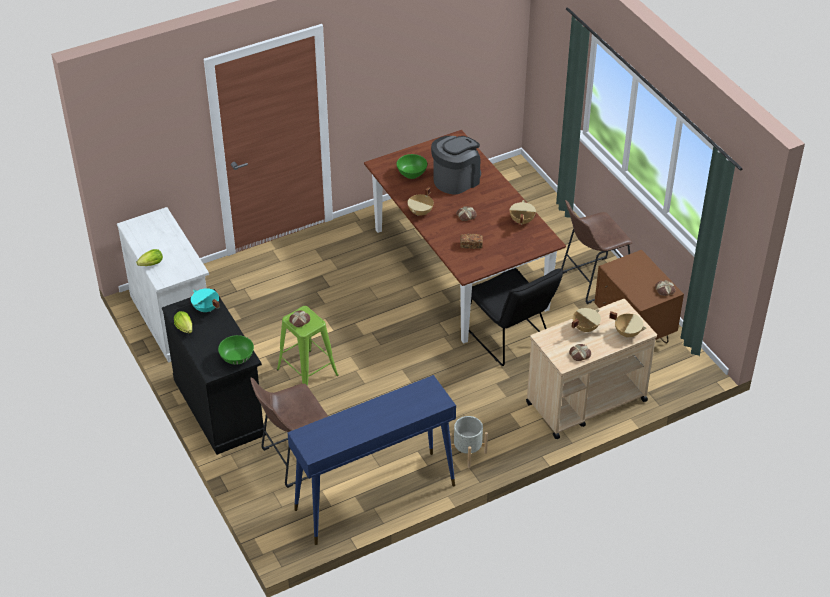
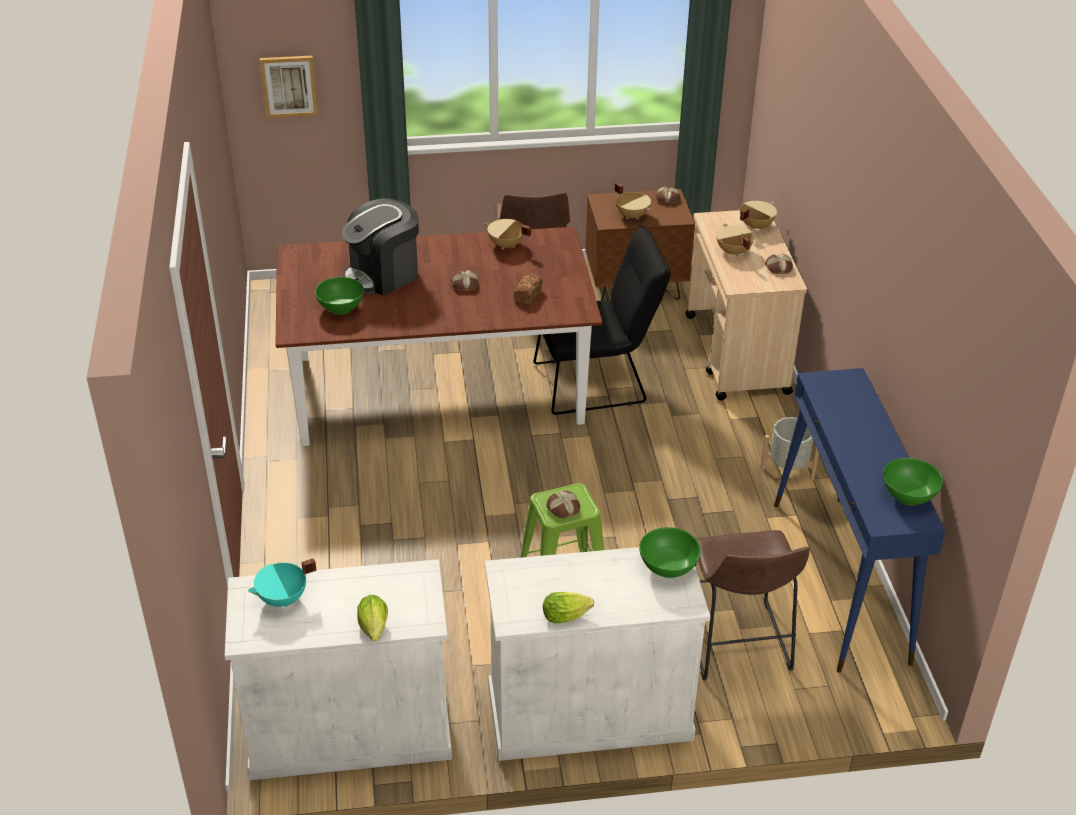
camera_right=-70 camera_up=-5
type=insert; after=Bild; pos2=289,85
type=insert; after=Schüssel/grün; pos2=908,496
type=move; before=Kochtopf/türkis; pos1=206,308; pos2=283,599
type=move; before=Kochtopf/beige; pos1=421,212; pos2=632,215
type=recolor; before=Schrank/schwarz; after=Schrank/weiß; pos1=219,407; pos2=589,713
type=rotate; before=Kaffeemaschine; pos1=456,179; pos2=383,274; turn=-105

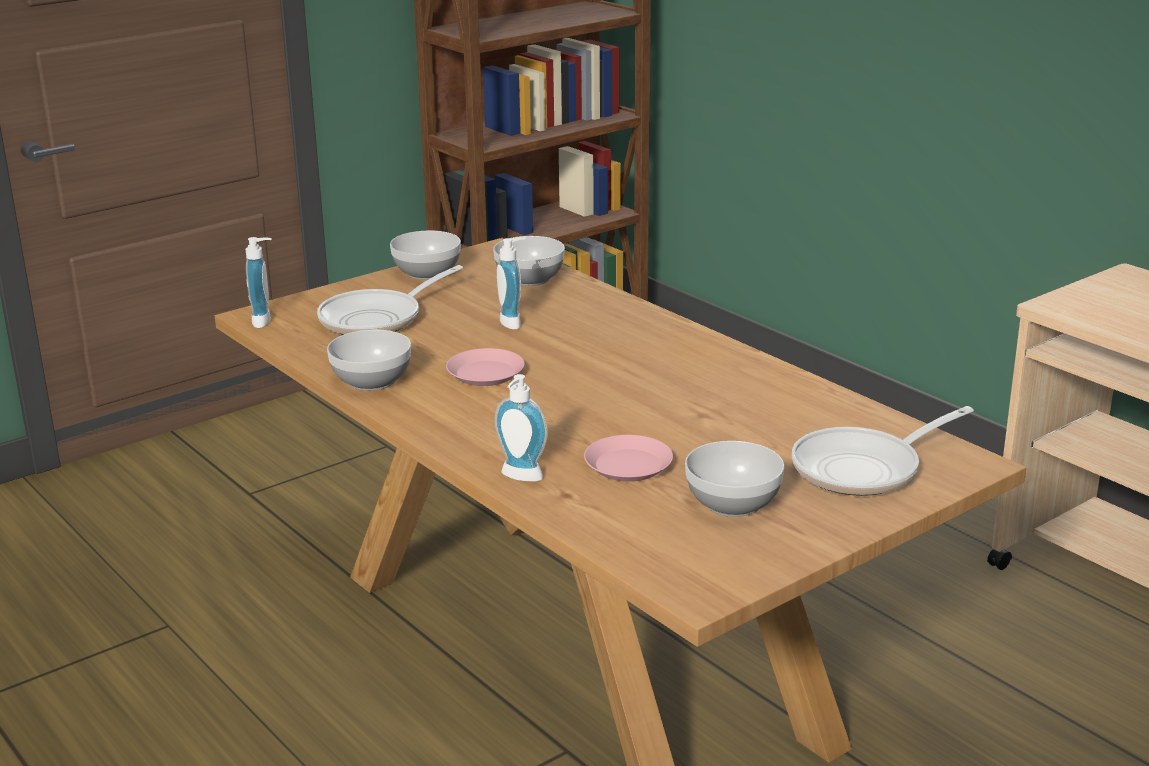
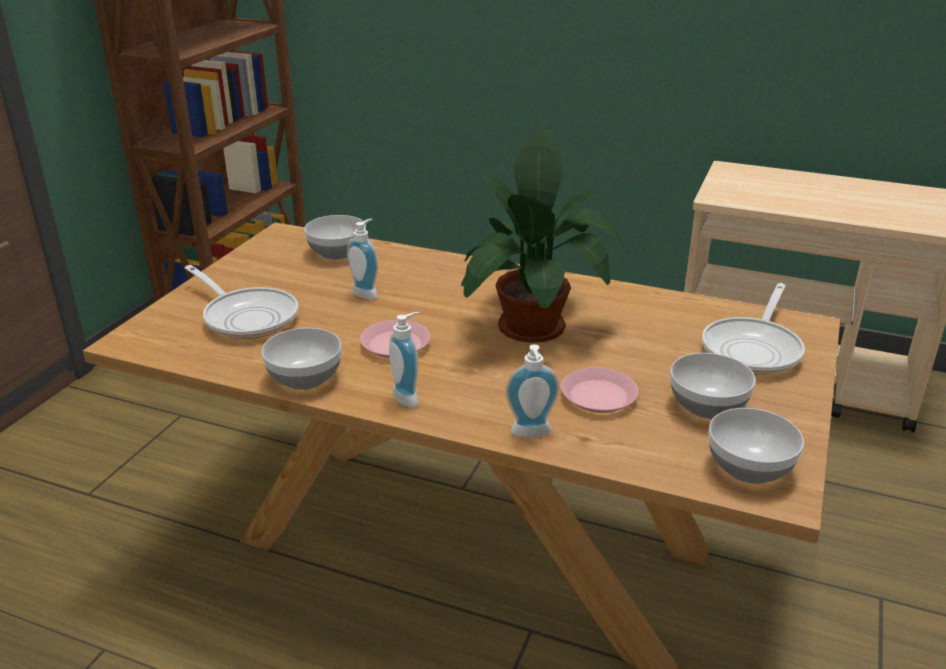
camera_right=-30 camera_up=5
type=insert; after=Topfpflanze; pos2=535,323
type=move; before=Seifenspender; pos1=265,321; pos2=409,397
type=move; before=Schüssel; pos1=426,272; pos2=748,467
type=rotate; before=Pfanne; pos1=378,319; pos2=247,317; turn=-60

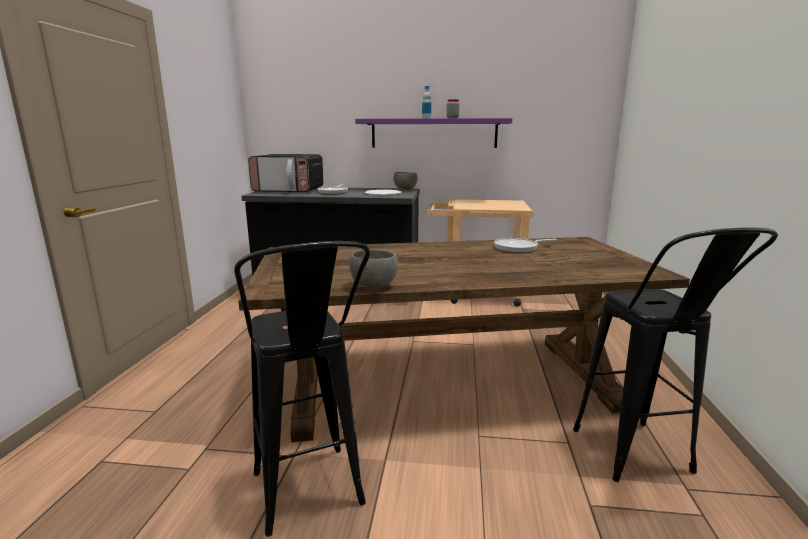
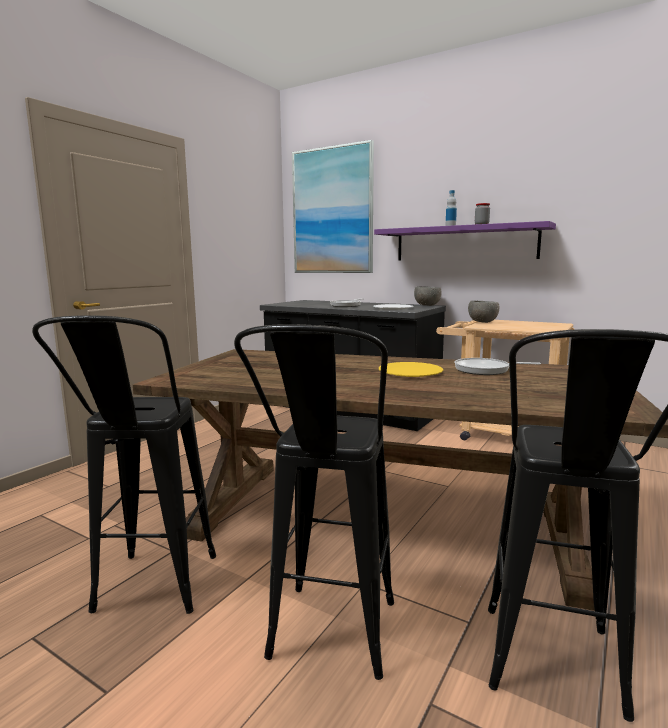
camera_right=25 camera_up=-5
type=delete; before=Mikrowelle; pos1=289,190
type=insert; after=Hocker/schwarz; pos2=328,646
type=insert; after=Bild; pos2=332,211
type=insert; after=Teller/gelb; pos2=410,371
type=move; before=Schüssel/grau; pos1=374,286; pos2=483,322

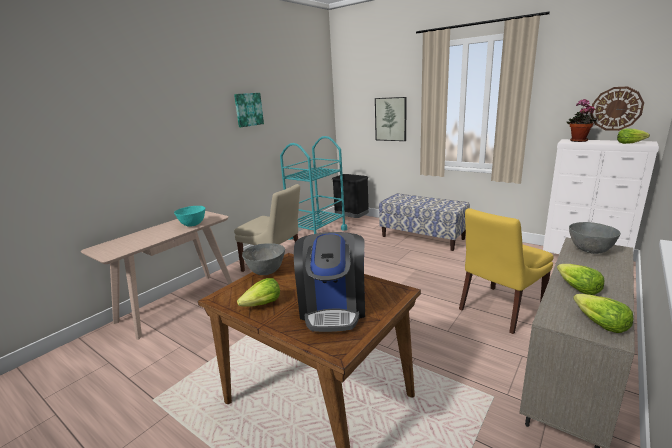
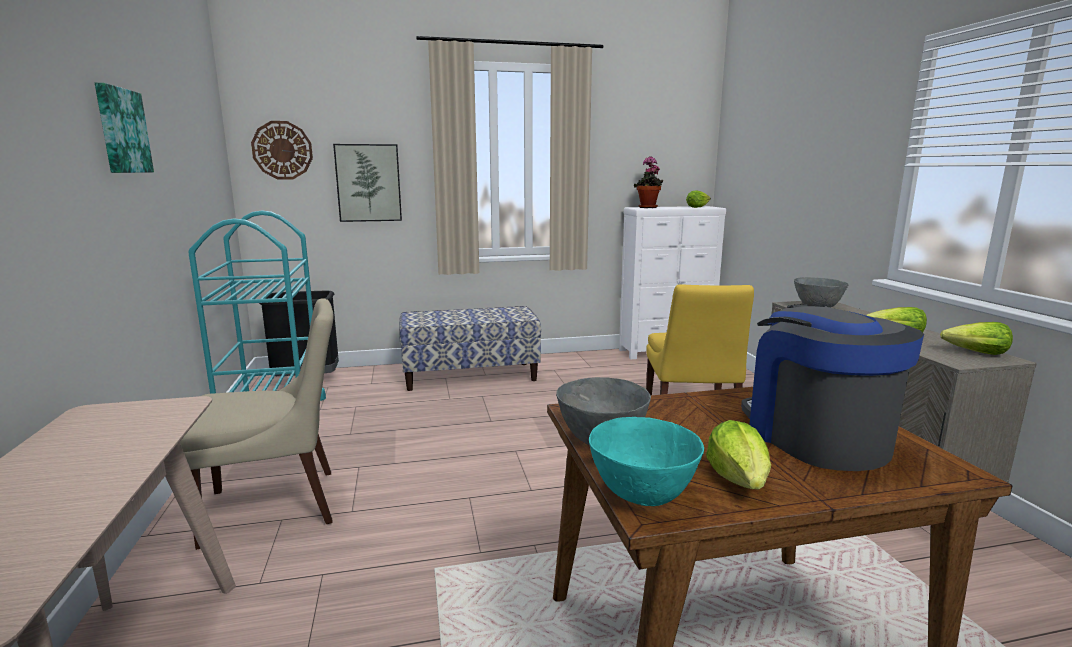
camera_right=-50 camera_up=-5
type=move; before=Schüssel/türkis; pos1=193,225; pos2=644,495
type=move; before=Wanduhr; pos1=616,108; pos2=282,150
type=rotate; before=Kaffeemaschine; pos1=333,308; pos2=815,436; turn=-150

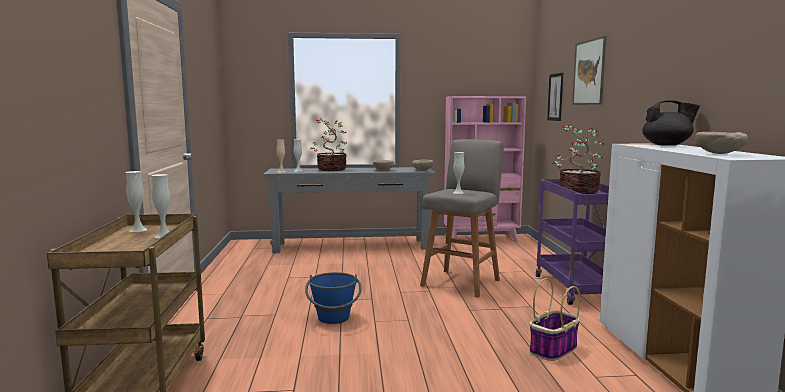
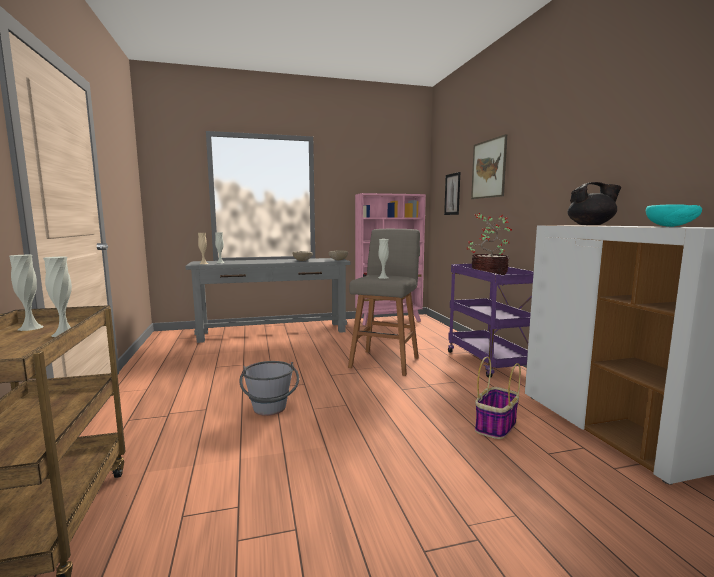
camera_right=-10 camera_up=0
type=delete; before=Topfpflanze; pos1=330,169
type=recolor; before=Eimer/blau; after=Eimer/grau; pos1=334,320; pos2=270,411
type=recolor; before=Schüssel/beige; after=Schüssel/türkis; pos1=720,154; pos2=671,226

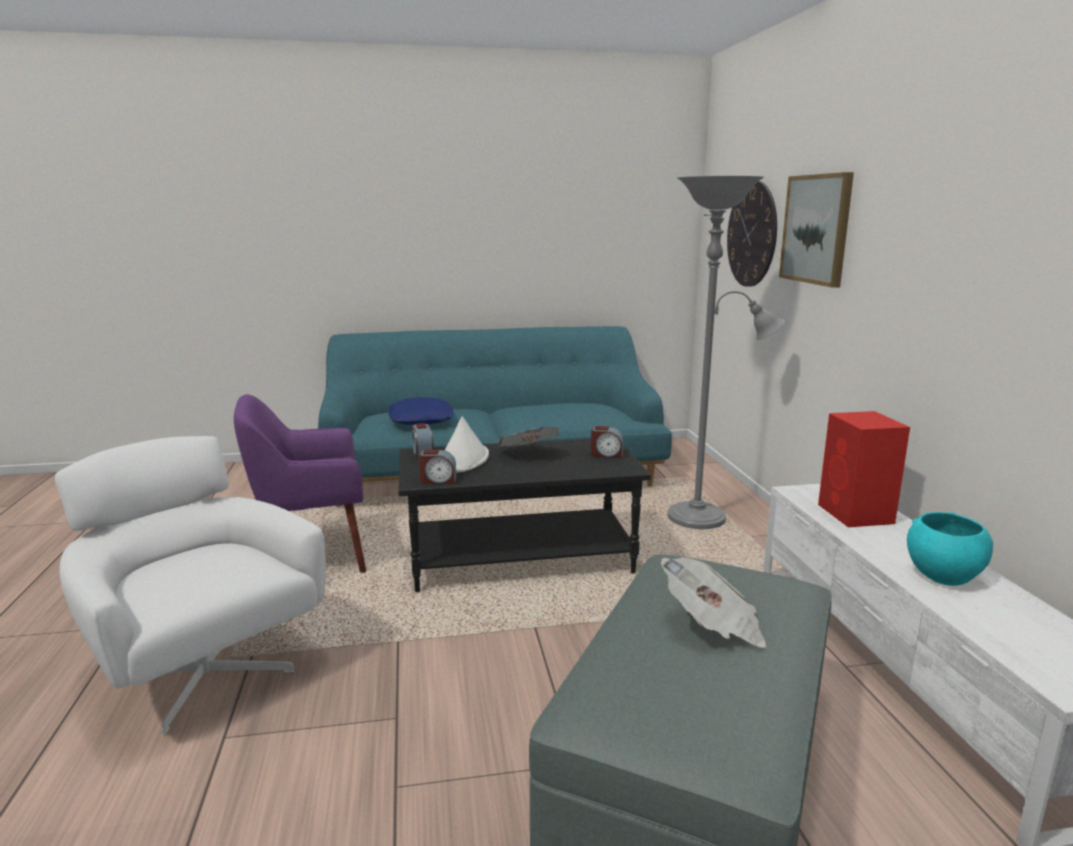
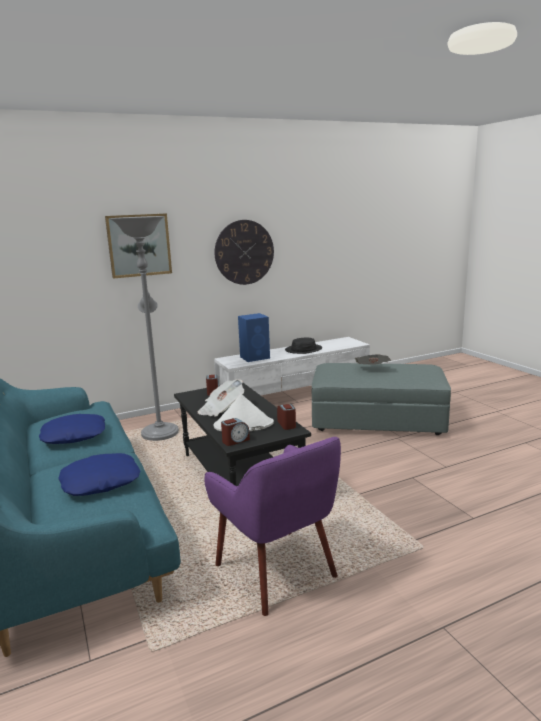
camera_right=-105 camera_up=0
type=delete; before=Sessel/weiß; pos1=202,671
type=insert; after=Kissen/blau; pos2=74,435
type=move; before=Wanduhr; pos1=752,234; pos2=244,252
type=replace; before=Schüssel/türkis; after=Hut/schwarz; pos1=942,576; pos2=303,350
type=recolor; before=Lautsprecher/rot; after=Lautsprecher/blau; pos1=856,514; pos2=255,357

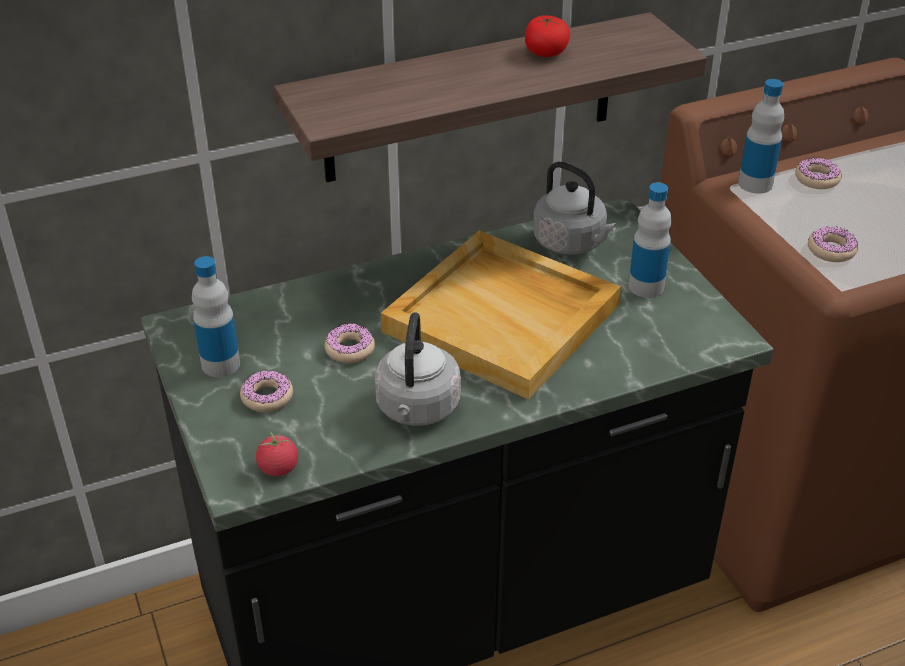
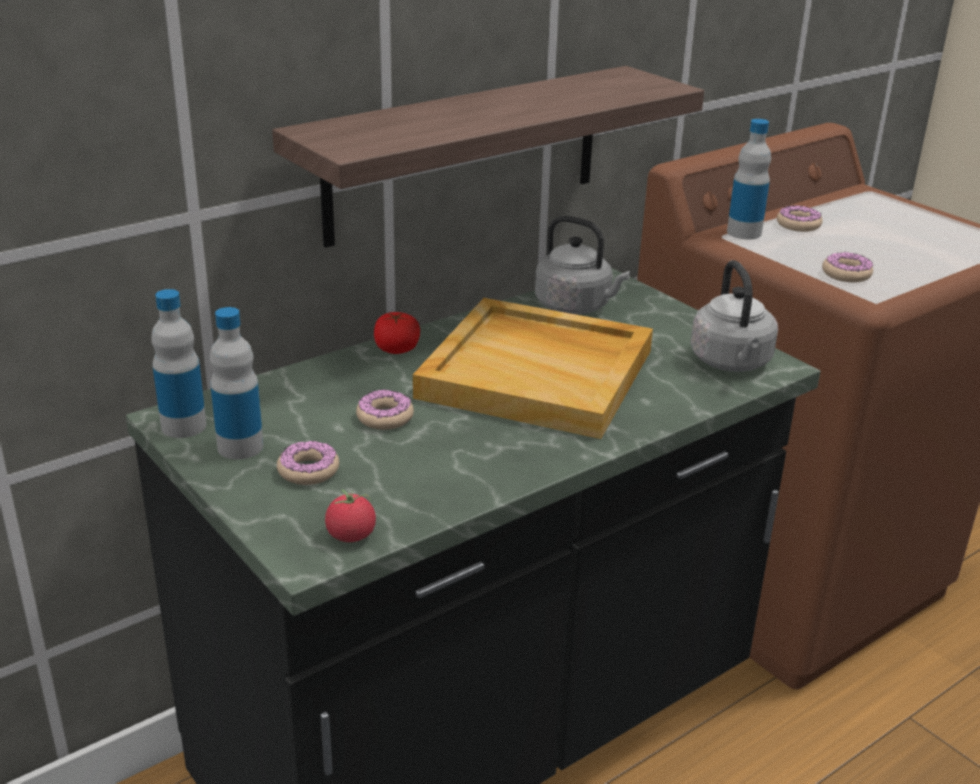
camera_right=-15 camera_up=-10
type=move; before=Wasserkessel/grau; pos1=417,409; pos2=732,363
type=move; before=Tomate; pos1=546,52; pos2=397,349
type=move; before=Flasche; pos1=646,286; pos2=183,426

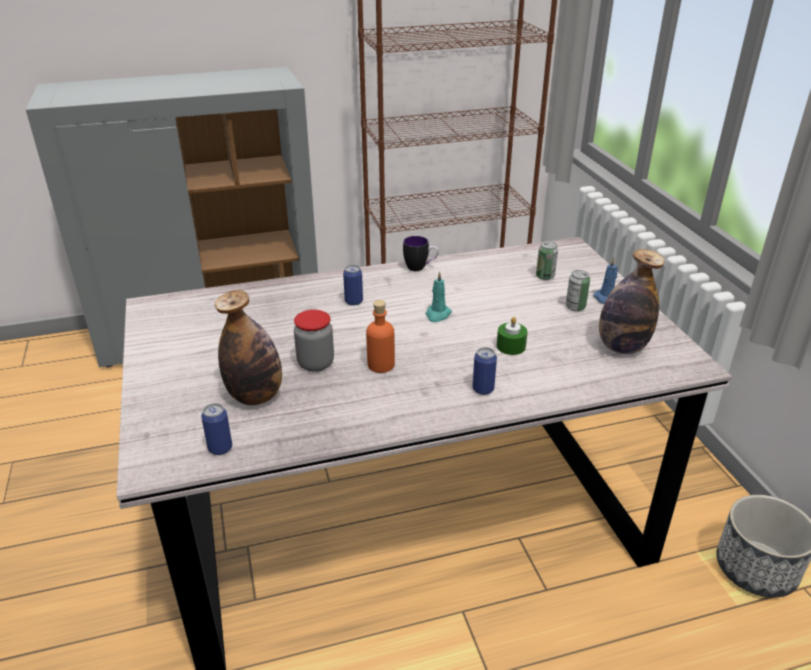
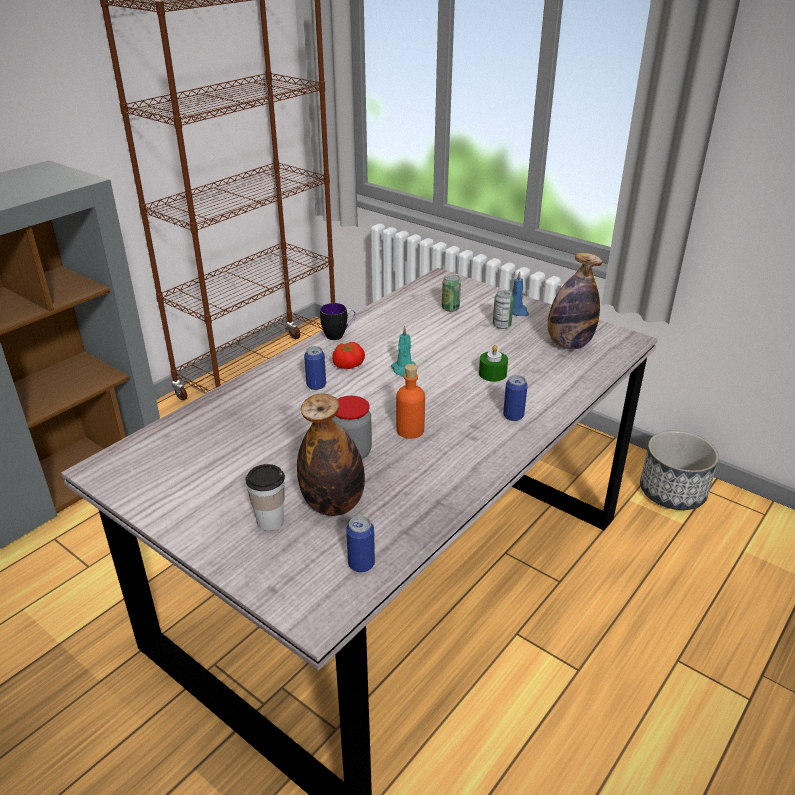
camera_right=-35 camera_up=0
type=insert; after=Tasse; pos2=270,521
type=insert; after=Tomate; pos2=348,364

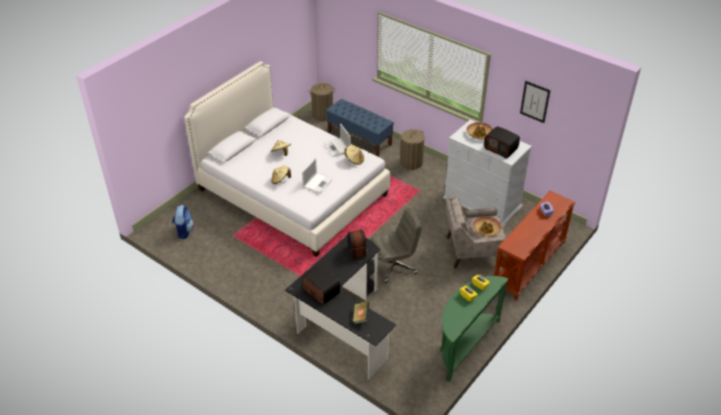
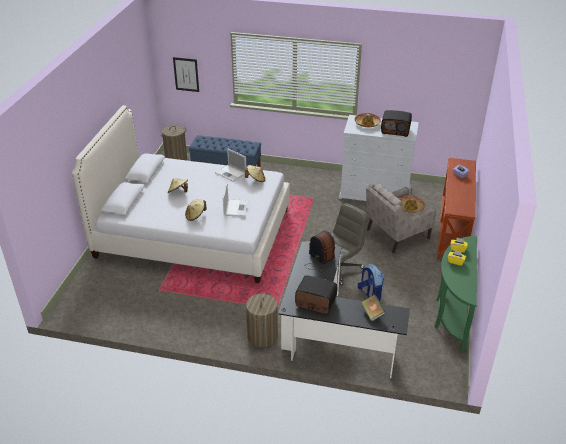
camera_right=-25 camera_up=-5
type=move; before=Rucksack; pos1=184,231; pos2=370,294
type=move; before=Wäschekorb; pos1=411,162; pos2=262,336
type=move; before=Bild; pos1=535,101; pos2=186,74

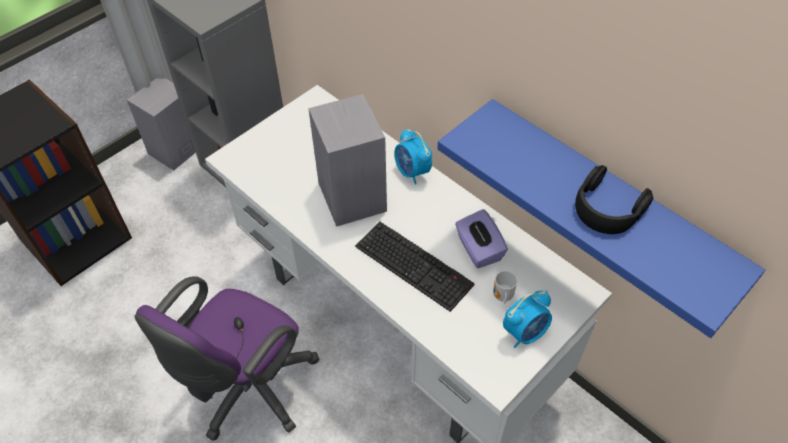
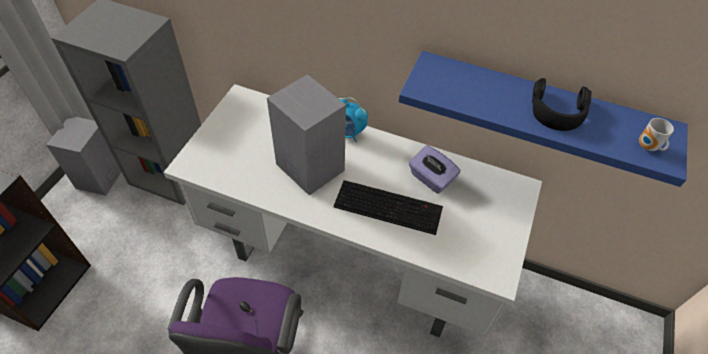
camera_right=-25 camera_up=0
type=delete; before=Wecker; pos1=525,332
type=move; before=Henkelbecher; pos1=502,296; pos2=647,147

